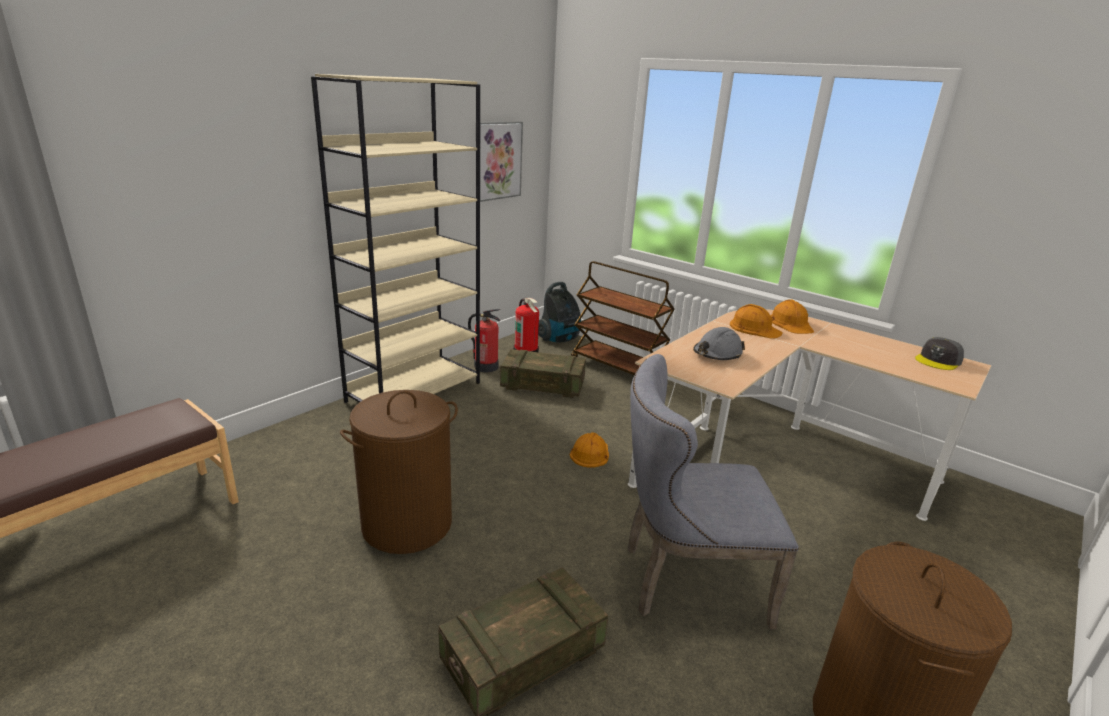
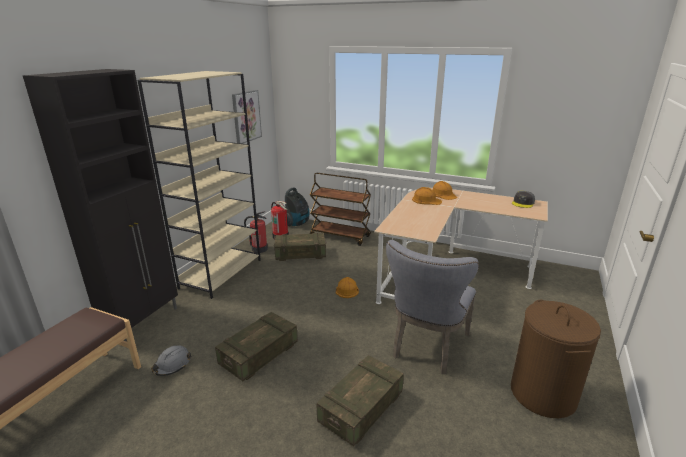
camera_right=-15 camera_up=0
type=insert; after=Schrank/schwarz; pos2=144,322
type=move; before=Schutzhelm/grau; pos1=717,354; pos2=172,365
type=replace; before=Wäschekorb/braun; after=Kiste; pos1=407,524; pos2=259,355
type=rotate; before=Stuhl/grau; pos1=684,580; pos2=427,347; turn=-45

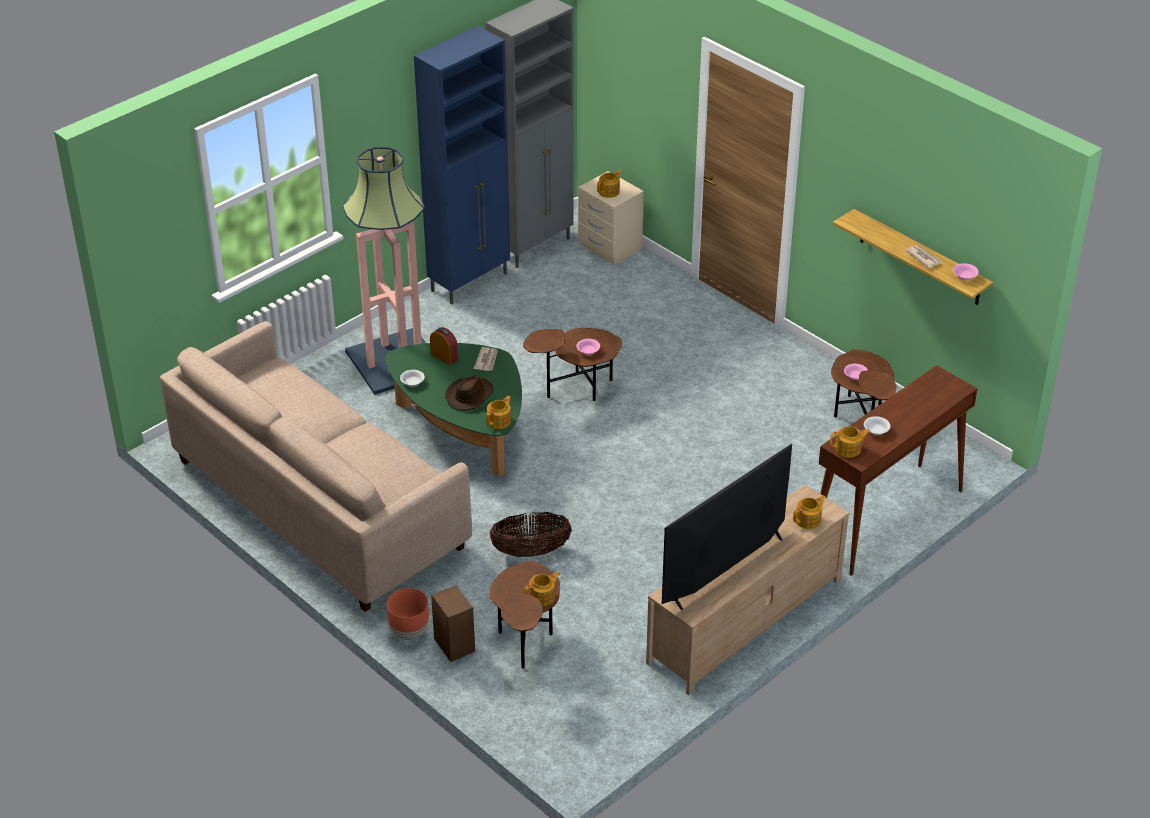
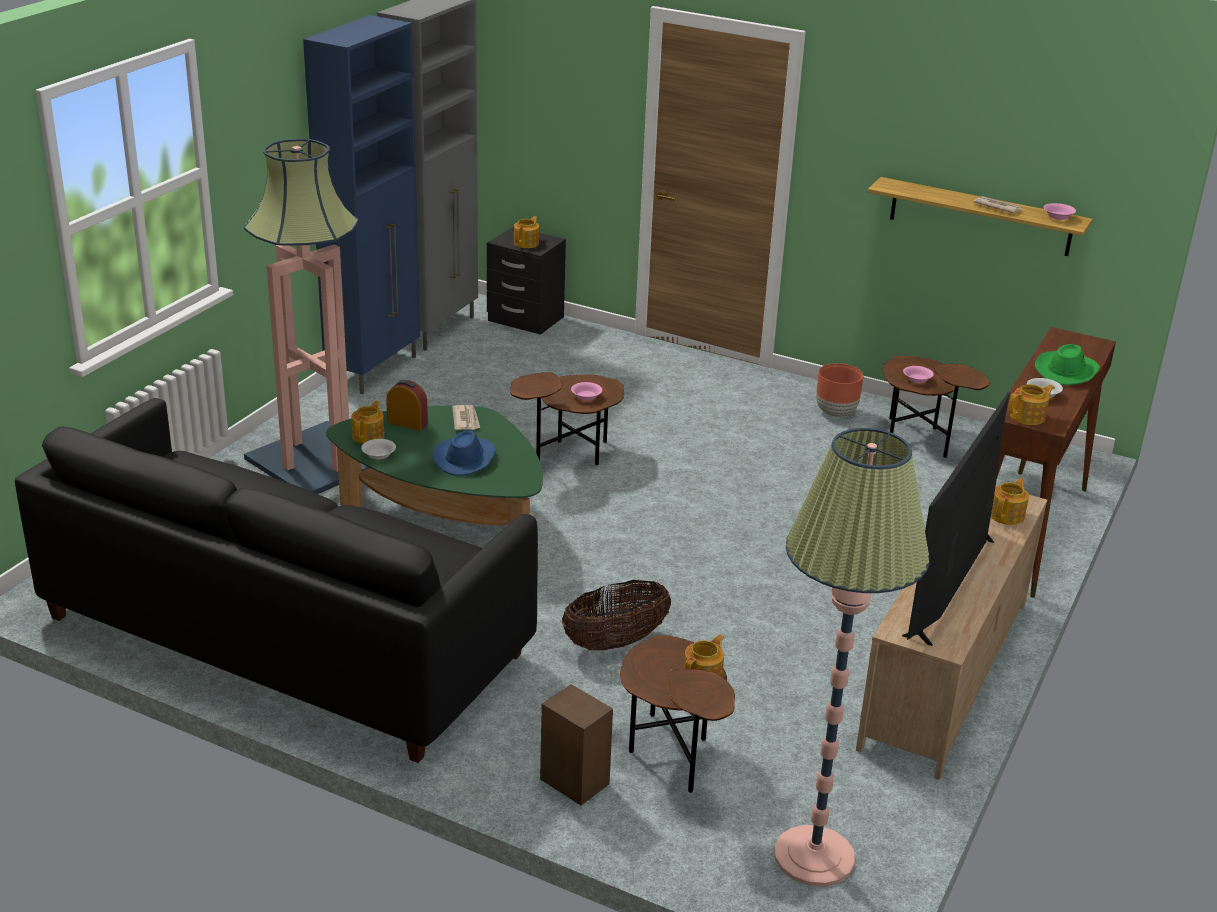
camera_right=-20 camera_up=-10
type=insert; after=Stehlampe; pos2=814,856
type=insert; after=Hut/grün; pos2=1066,371
type=move; before=Pflanzkübel/braun; pos1=409,632; pos2=835,413
type=move; before=Teekanne; pos1=499,421; pos2=369,436
type=recolor; before=Sofa/beige; after=Sofa/schwarz; pos1=319,504; pos2=284,636
type=recolor; before=Hut/braun; after=Hut/blau; pos1=470,395; pos2=465,458
type=recolor; before=Nachttisch/beige; after=Nachttisch/schwarz; pos1=610,246; pos2=525,319

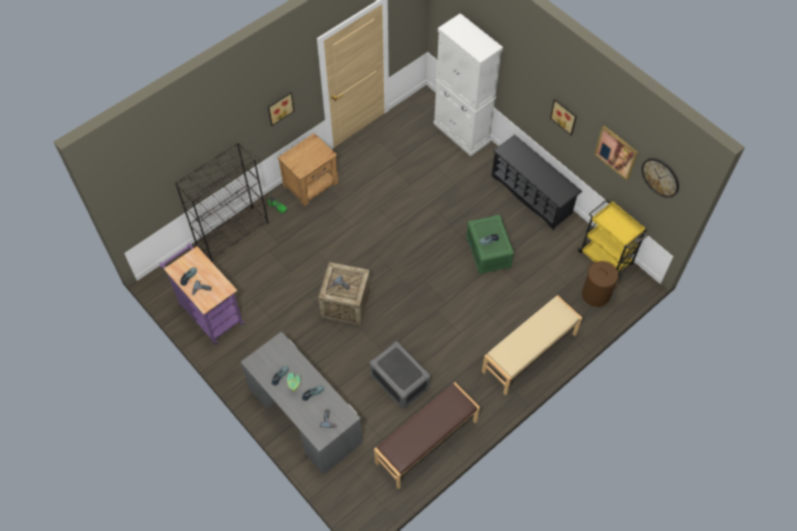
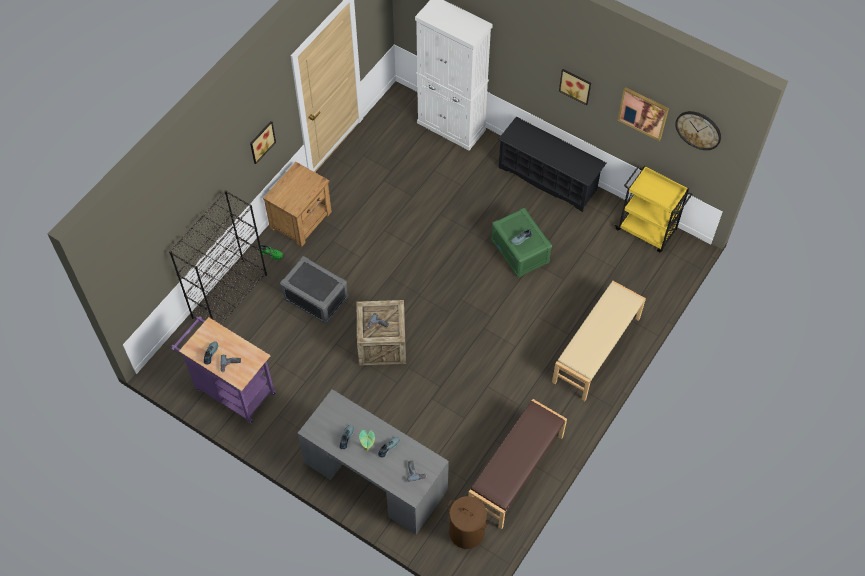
camera_right=-15 camera_up=0
type=move; before=Aufbewahrungsbox/grau; pos1=399,381; pos2=315,298
type=move; before=Wäschekorb/braun; pos1=596,294; pos2=467,532

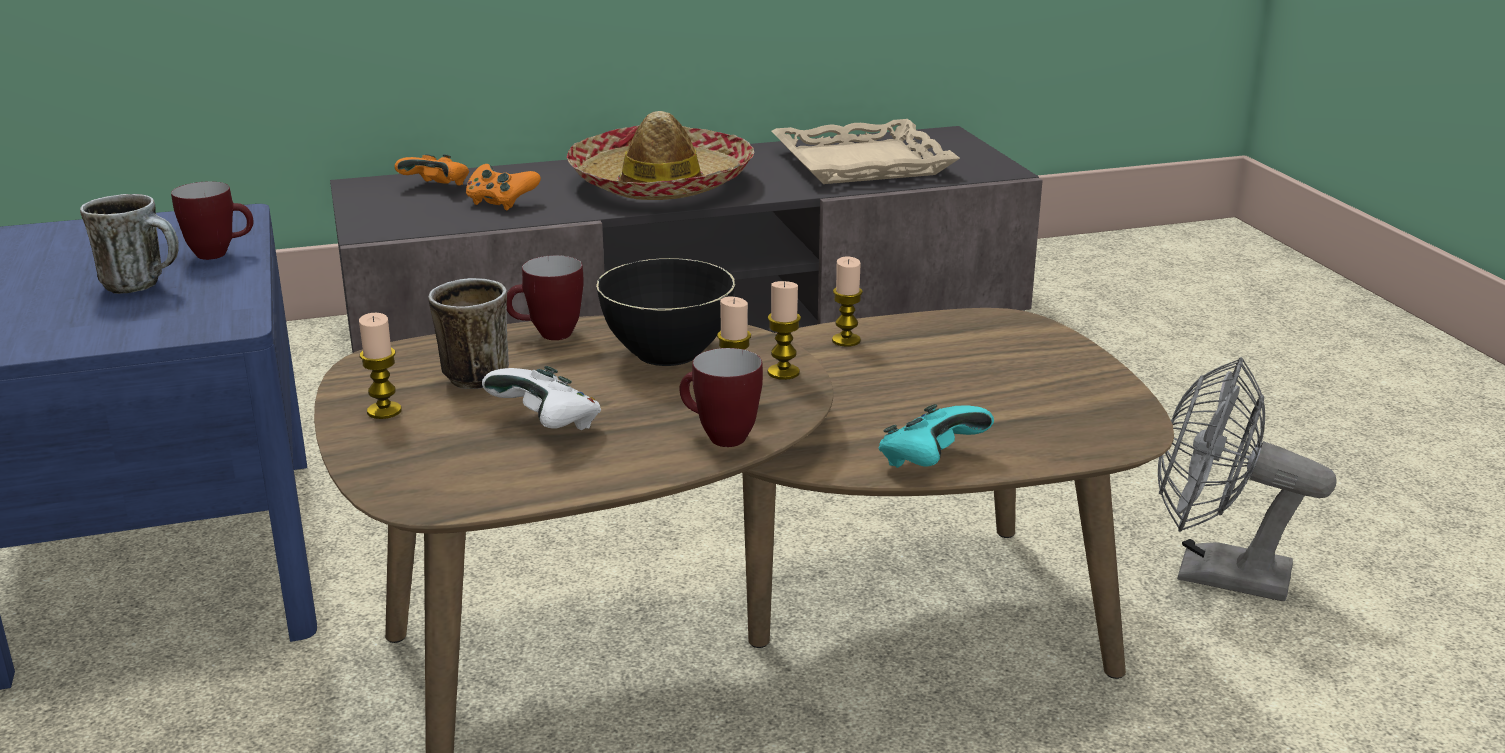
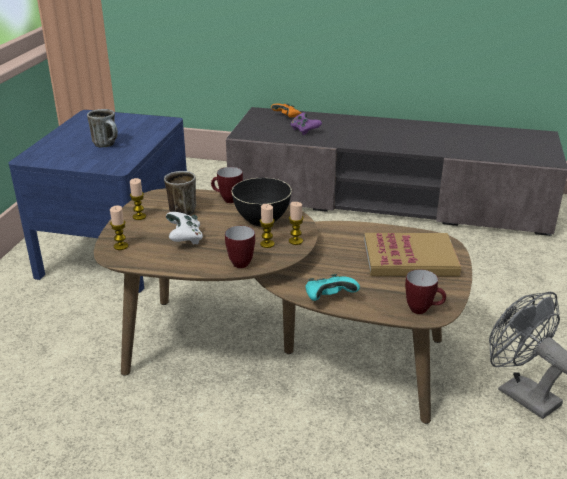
camera_right=30 camera_up=5
type=delete; before=Hut; pos1=661,183
type=delete; before=Tablett/beige; pos1=862,164
type=insert; after=Buch; pos2=409,259
type=move; before=Henkelbecher; pos1=220,254; pos2=423,310
type=move; before=Kerze; pos1=846,340; pos2=121,246
type=recolor; before=Gamepad/orange; after=Gamepad/lila; pos1=500,202; pos2=304,131

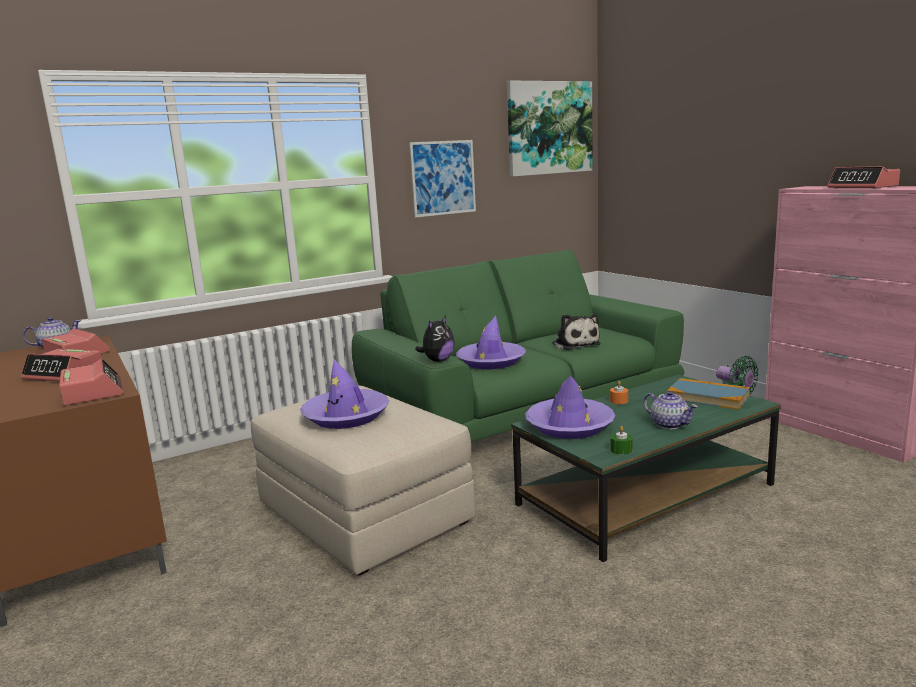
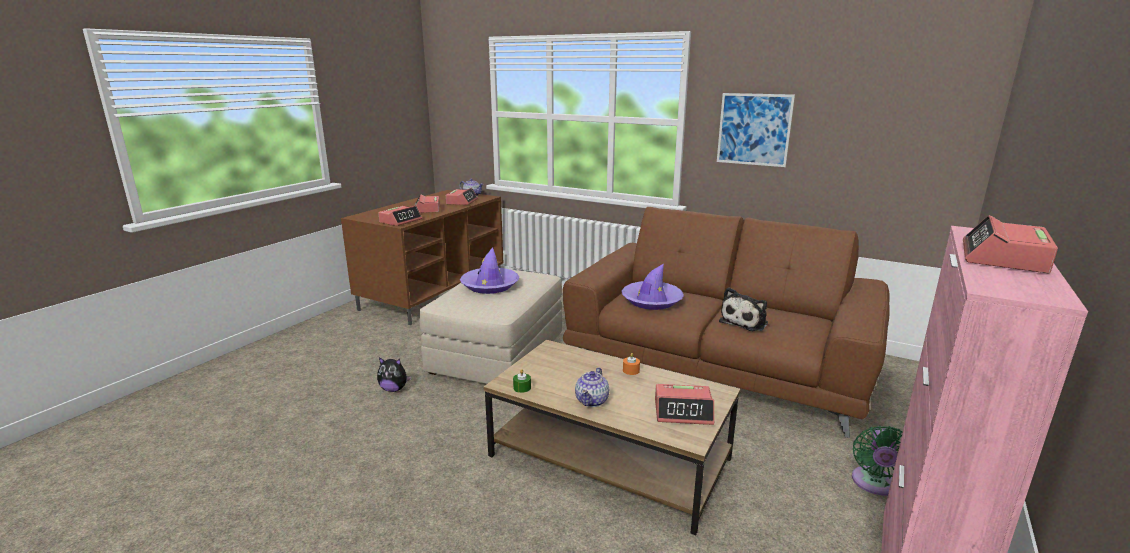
camera_right=60 camera_up=5
type=delete; before=Bild; pos1=549,128
type=delete; before=Hut/lila; pos1=569,426
type=move; before=Plüschtier; pos1=437,360; pos2=394,389
type=replace; before=Buch; after=Wecker; pos1=708,397; pos2=683,411
type=recolor; before=Sofa/grün; after=Sofa/braun; pos1=522,411; pos2=718,363
type=recolor; before=Couchtisch/grün; after=Couchtisch/braun; pos1=646,493; pos2=611,457

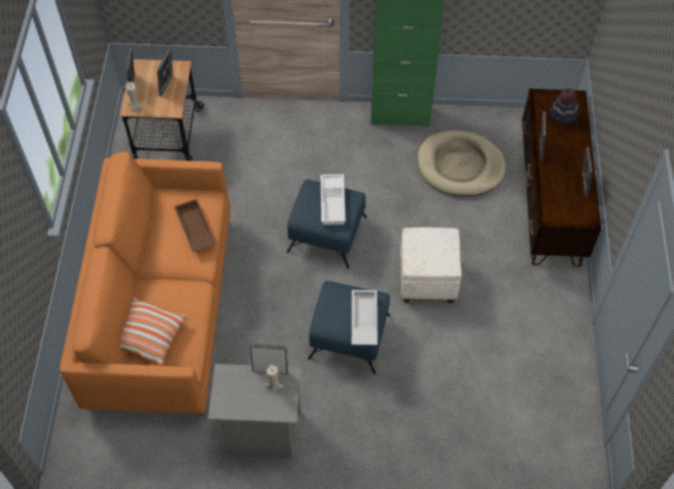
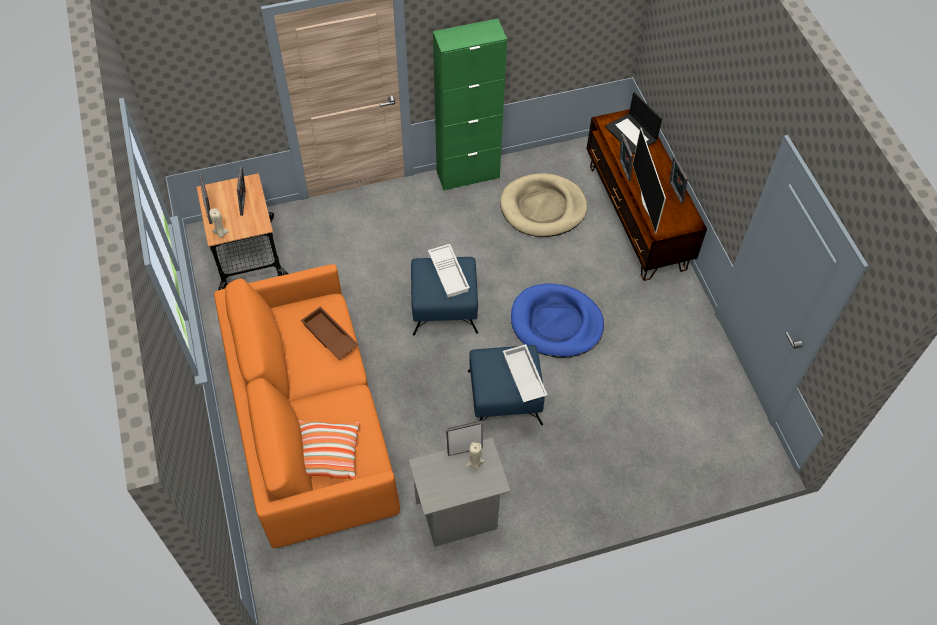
camera_right=-20 camera_up=0
type=insert; after=Fernseher; pos2=646,202
type=replace; before=Polsterhocker/weiß; after=Hundebett/blau; pos1=428,281; pos2=556,323
type=replace; before=Hut; after=Laptop; pos1=563,115; pos2=631,134

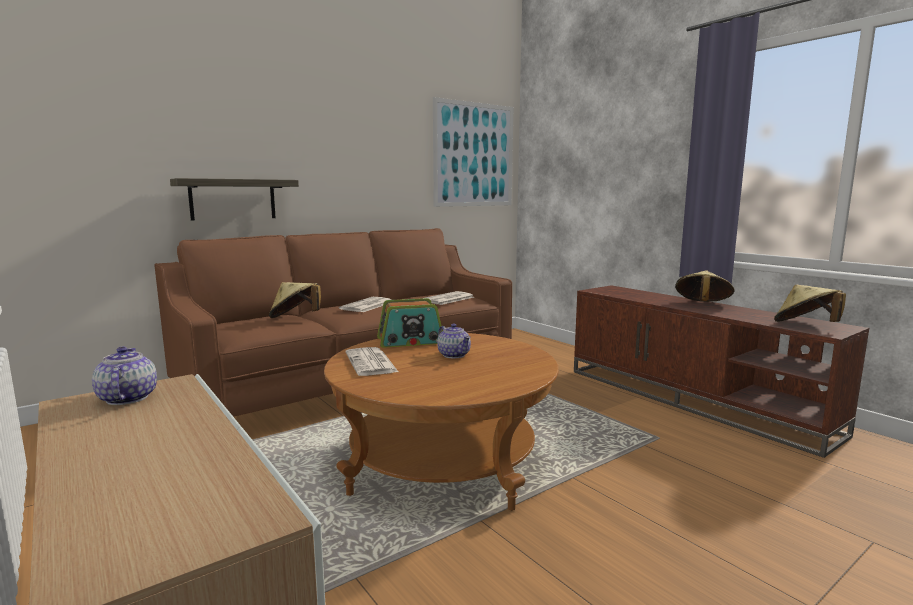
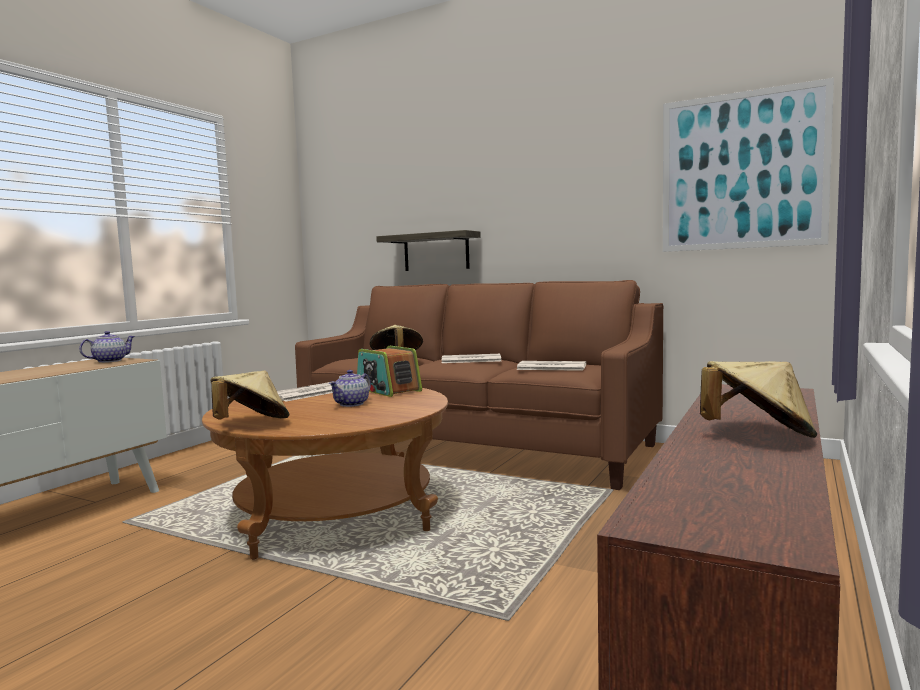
camera_right=65 camera_up=-5
type=move; before=Hut/beige; pos1=805,326; pos2=251,424

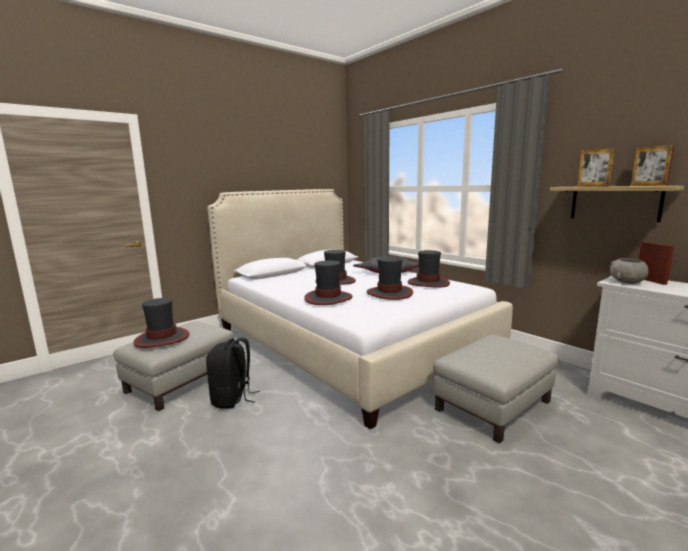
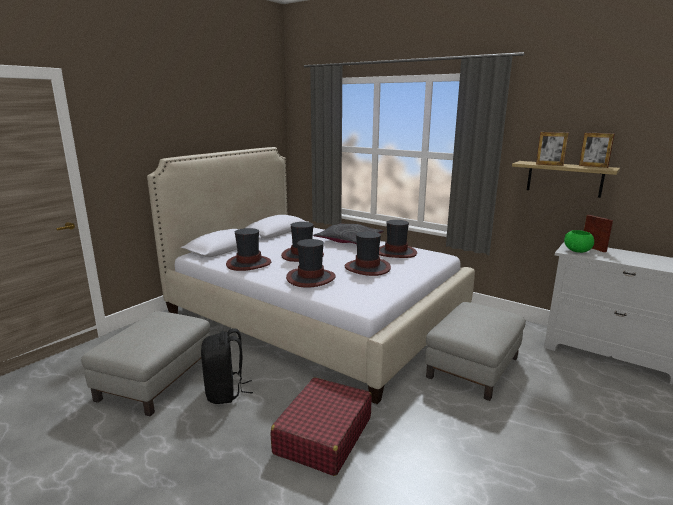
camera_right=-15 camera_up=5
type=insert; after=Koffer/rot; pos2=323,435
type=move; before=Hut; pos1=161,338; pos2=248,263
type=recolor; before=Schüssel/grau; after=Schüssel/grün; pos1=627,282; pos2=577,251

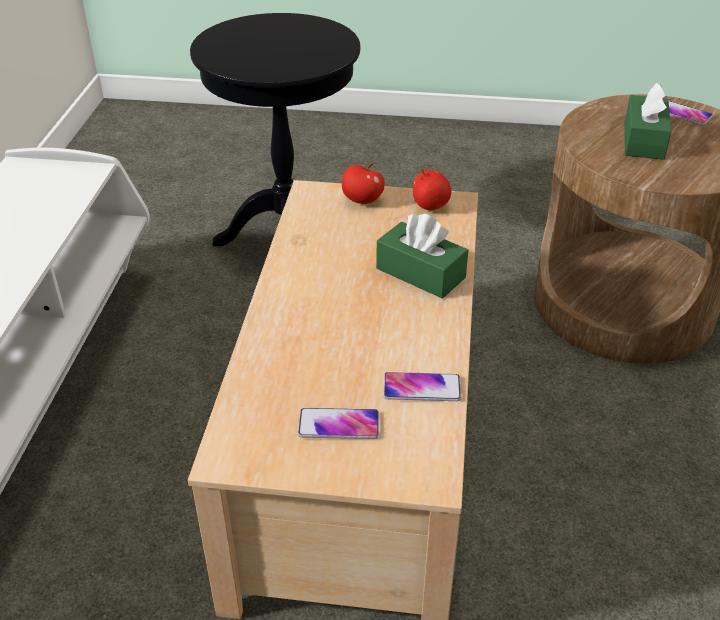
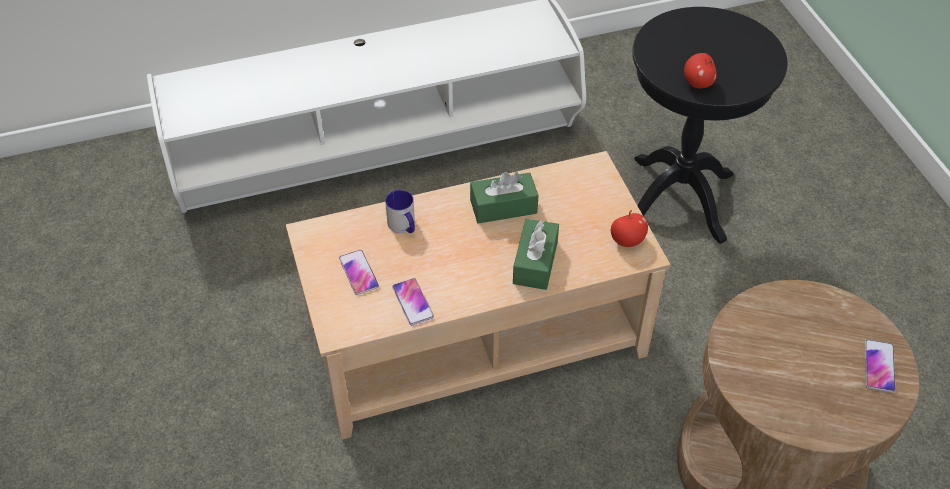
camera_right=65 camera_up=10
type=insert; after=Henkelbecher; pos2=404,226
type=move; before=Apfel; pos1=362,200; pos2=698,83
type=move; before=Taschentuchbox/grün; pos1=643,140; pos2=503,207

